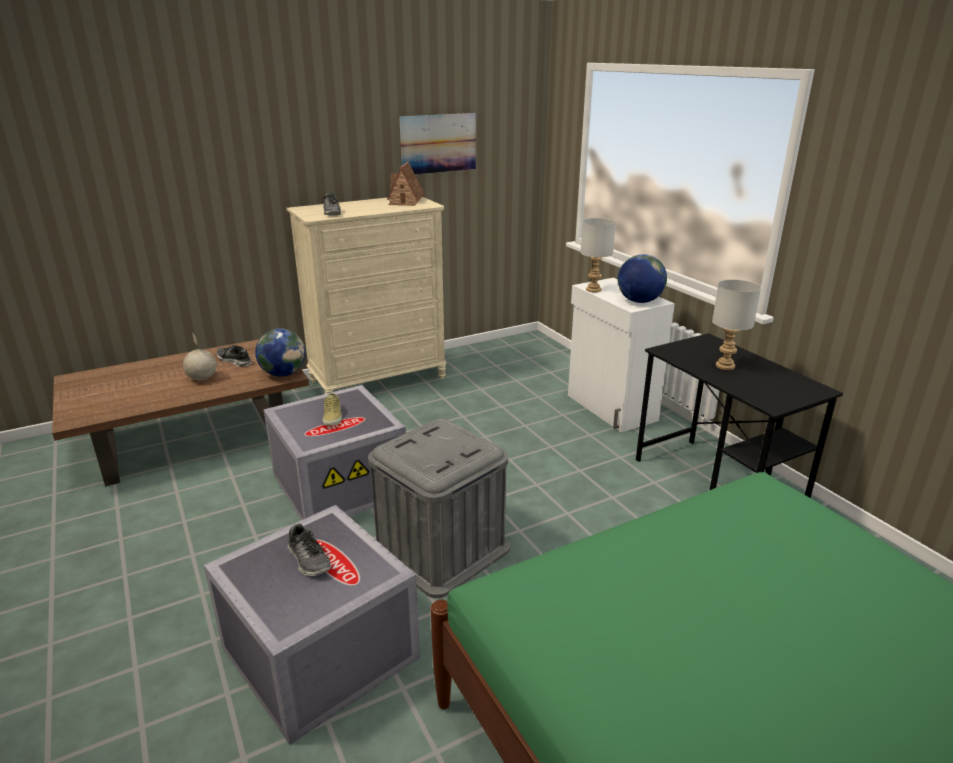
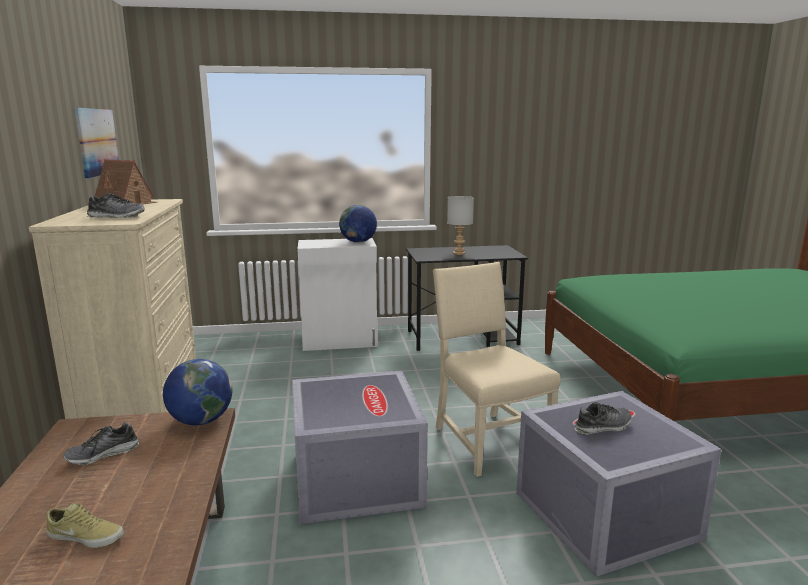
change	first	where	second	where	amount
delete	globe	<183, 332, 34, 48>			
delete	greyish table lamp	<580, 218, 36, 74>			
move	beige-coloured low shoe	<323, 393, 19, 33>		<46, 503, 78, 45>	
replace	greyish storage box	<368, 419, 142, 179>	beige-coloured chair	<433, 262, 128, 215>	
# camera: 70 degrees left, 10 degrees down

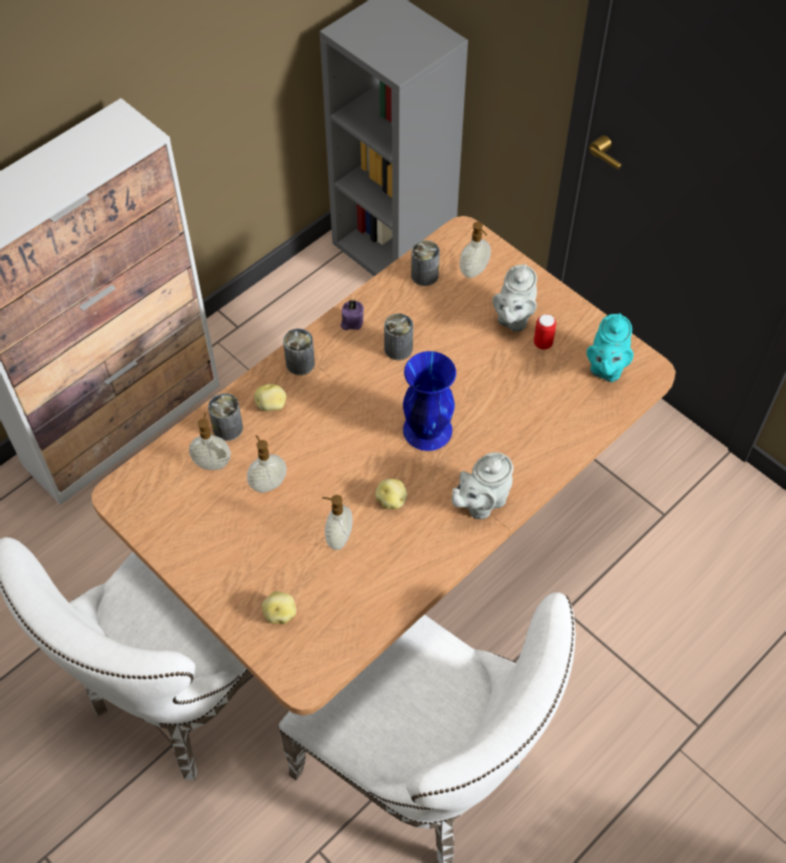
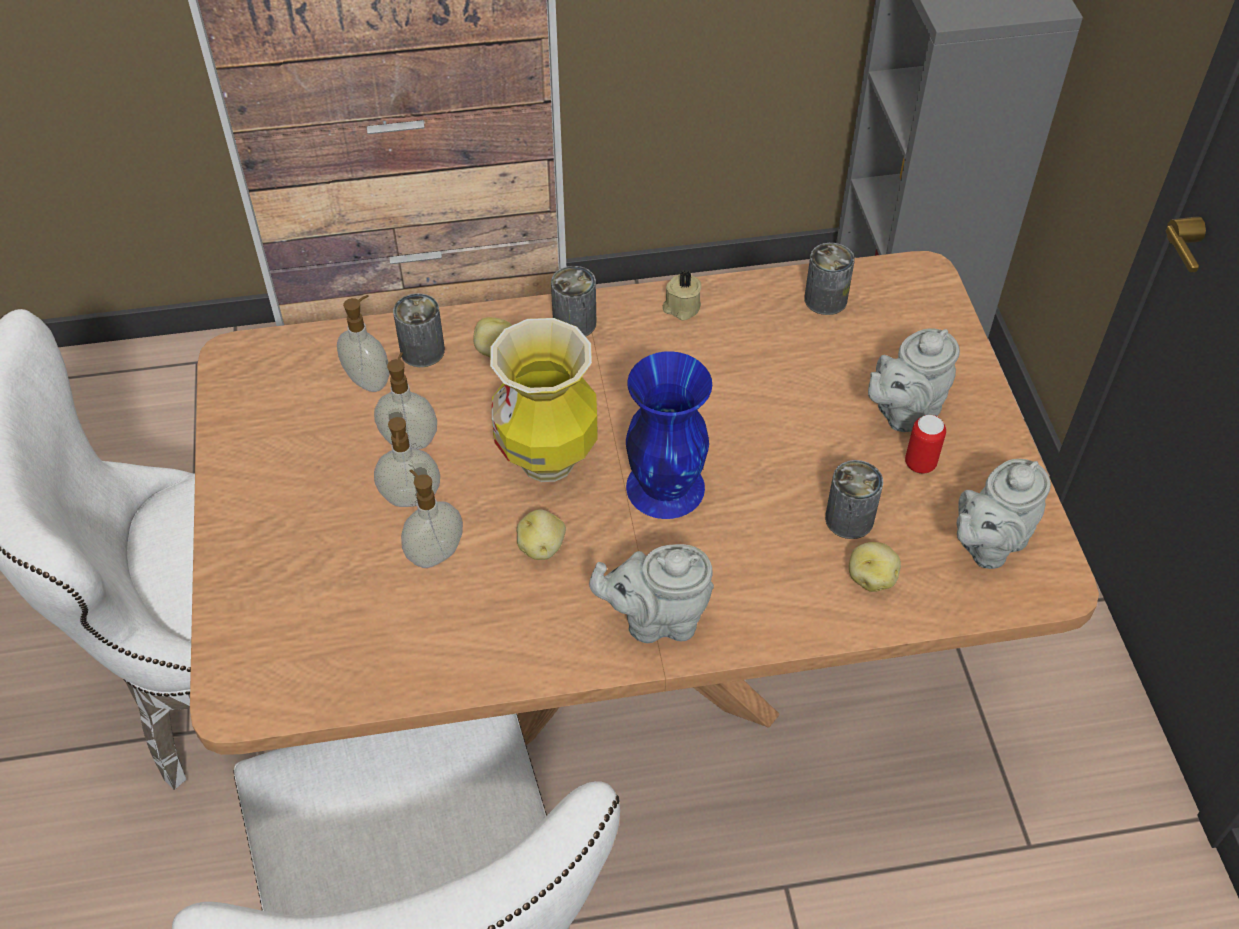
change	first	where	second	where	amount
insert			vase	<490, 318, 108, 164>	
move	spud	<262, 591, 34, 33>		<849, 542, 52, 50>	
move	sealed can	<384, 314, 29, 46>		<825, 460, 58, 79>	
move	liquid soap bottle	<459, 222, 32, 56>		<374, 417, 66, 90>	
recolor	purple-coloured wax light	<340, 300, 24, 30>	beige-coloured wax light	<663, 270, 39, 50>	
recolor	turquoise-coloured teapot	<587, 313, 47, 69>	greyish teapot	<957, 459, 94, 110>	
# camera: 35 degrees right, 5 degrees down

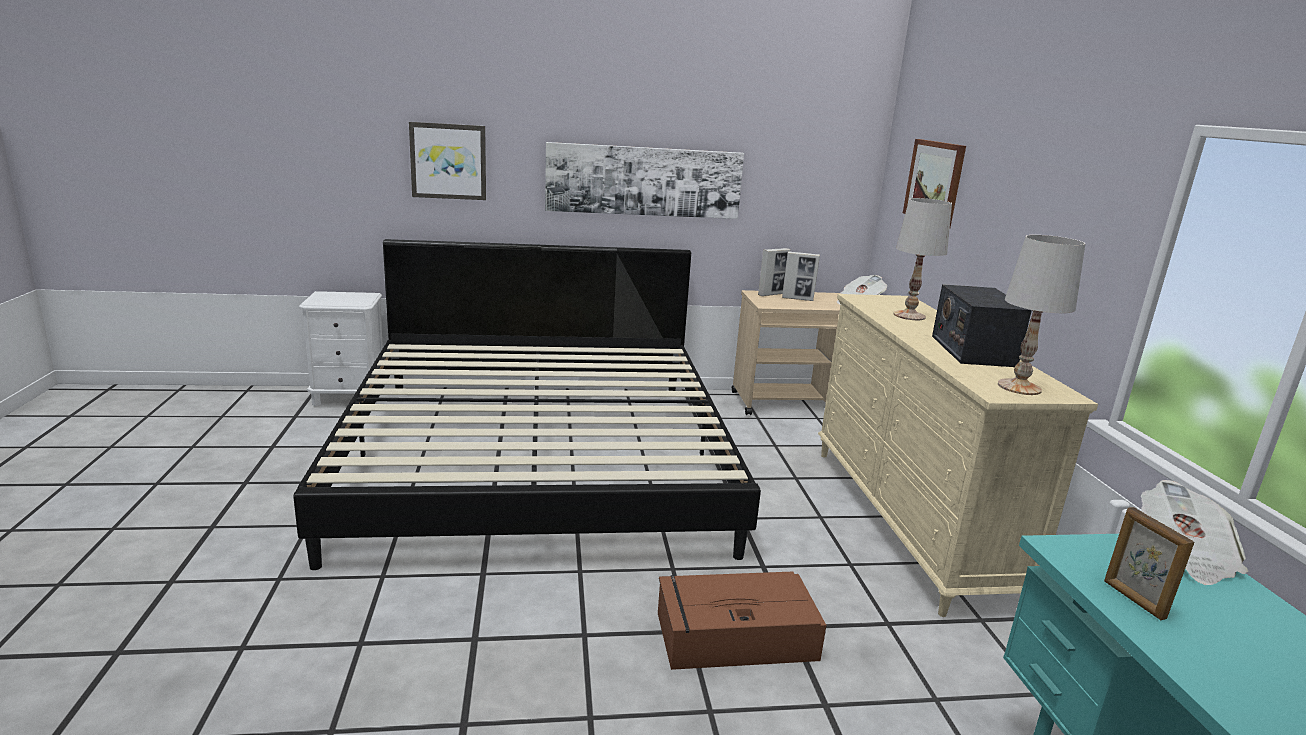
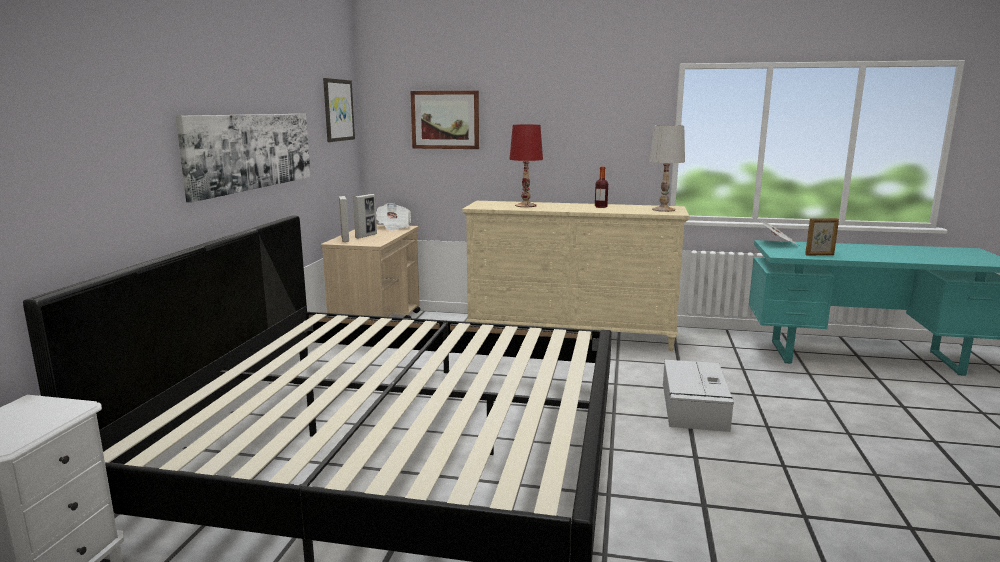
change	first	where	second	where	amount
move	wall picture	<409, 122, 77, 78>		<323, 78, 32, 64>	
replace	radio set	<932, 284, 100, 83>	drink bottle	<595, 167, 13, 41>	
recolor	brownish storage box	<658, 572, 169, 98>	greyish storage box	<663, 360, 71, 72>	
recolor	white table lamp	<894, 198, 58, 122>	red-coloured table lamp	<509, 125, 34, 82>	
# camera: 70 degrees left, 5 degrees down

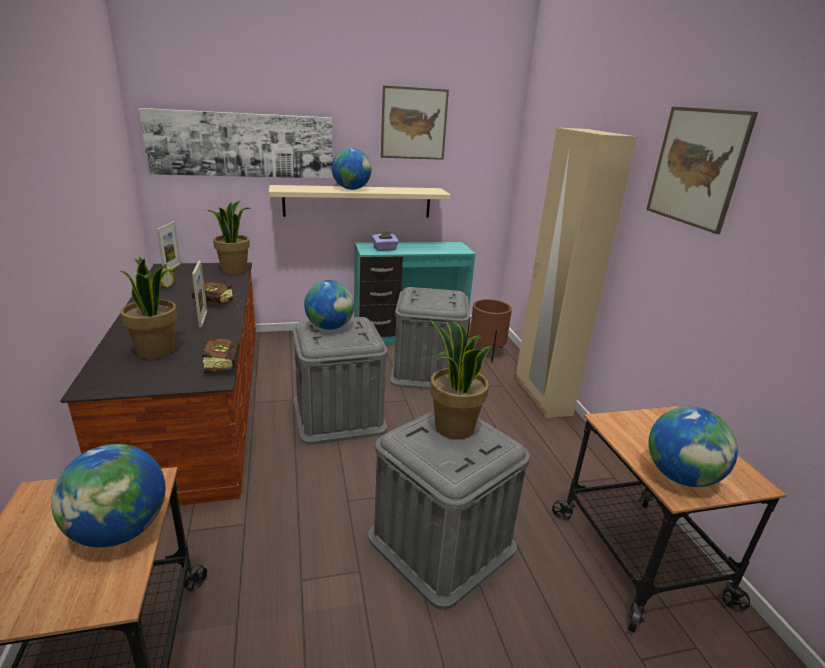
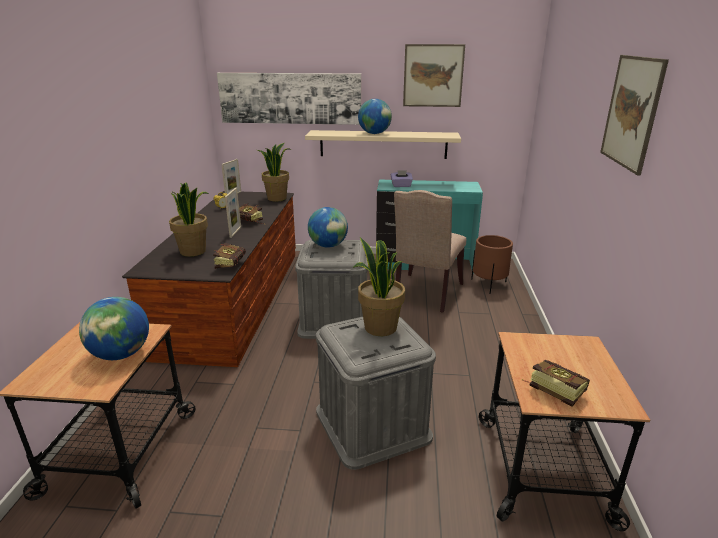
change	first	where	second	where	amount
delete	beige-coloured armoire	<516, 128, 121, 290>			
replace	greyish storage box	<390, 287, 80, 103>	beige-coloured chair	<394, 190, 72, 123>	
replace	globe	<649, 407, 89, 80>	bound book	<522, 360, 68, 47>	
# camera: 20 degrees right, 0 degrees up

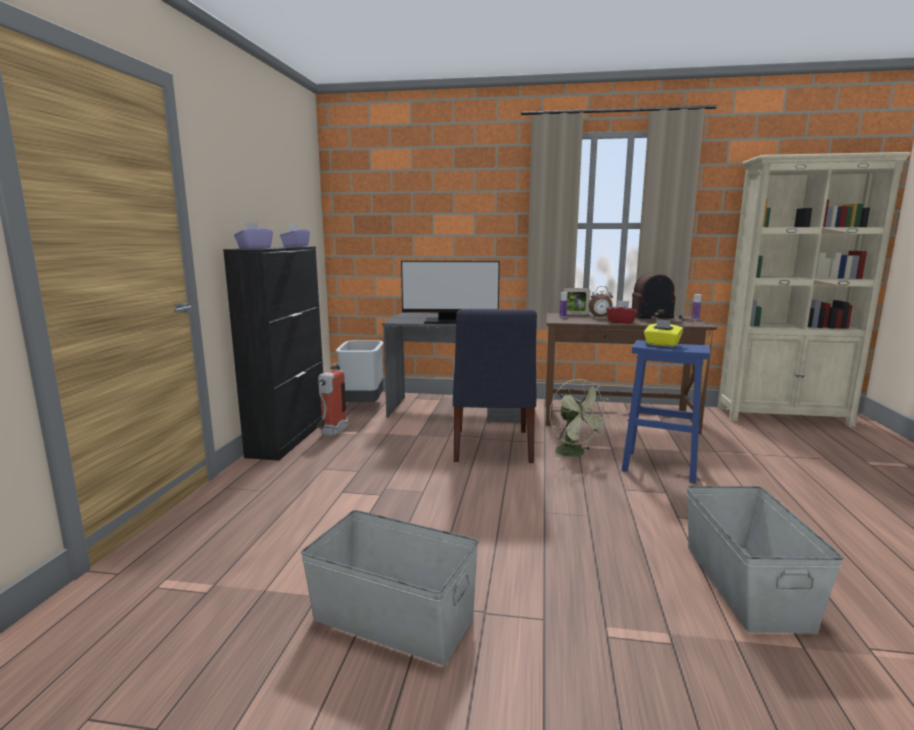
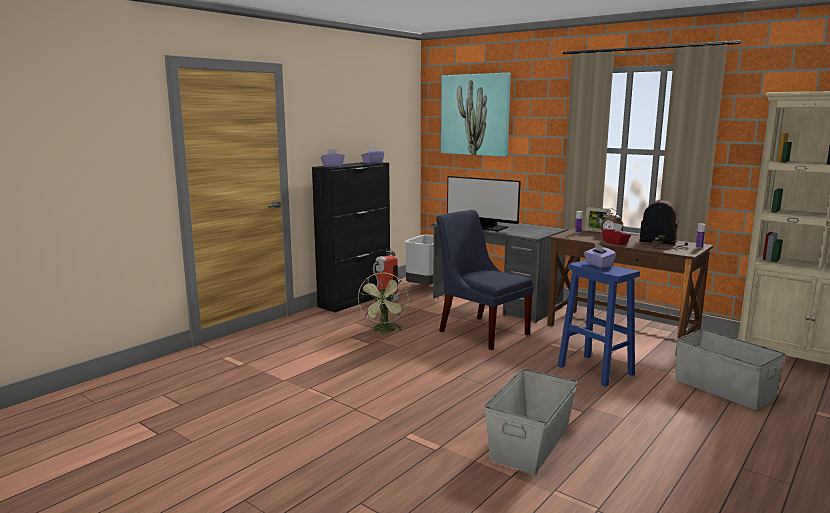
change	first	where	second	where	amount
insert			wall picture	<441, 73, 70, 84>	
move	greyish storage box	<301, 510, 178, 155>		<675, 329, 110, 81>	
move	green-coloured fan	<550, 379, 60, 81>		<358, 272, 51, 61>	
recolor	yellow tissue holder	<644, 319, 39, 28>	purple-coloured tissue holder	<584, 243, 32, 25>	
rotate	blue chair	<453, 309, 84, 154>		<436, 210, 98, 140>	105 degrees clockwise
# camera: 30 degrees right, 0 degrees up

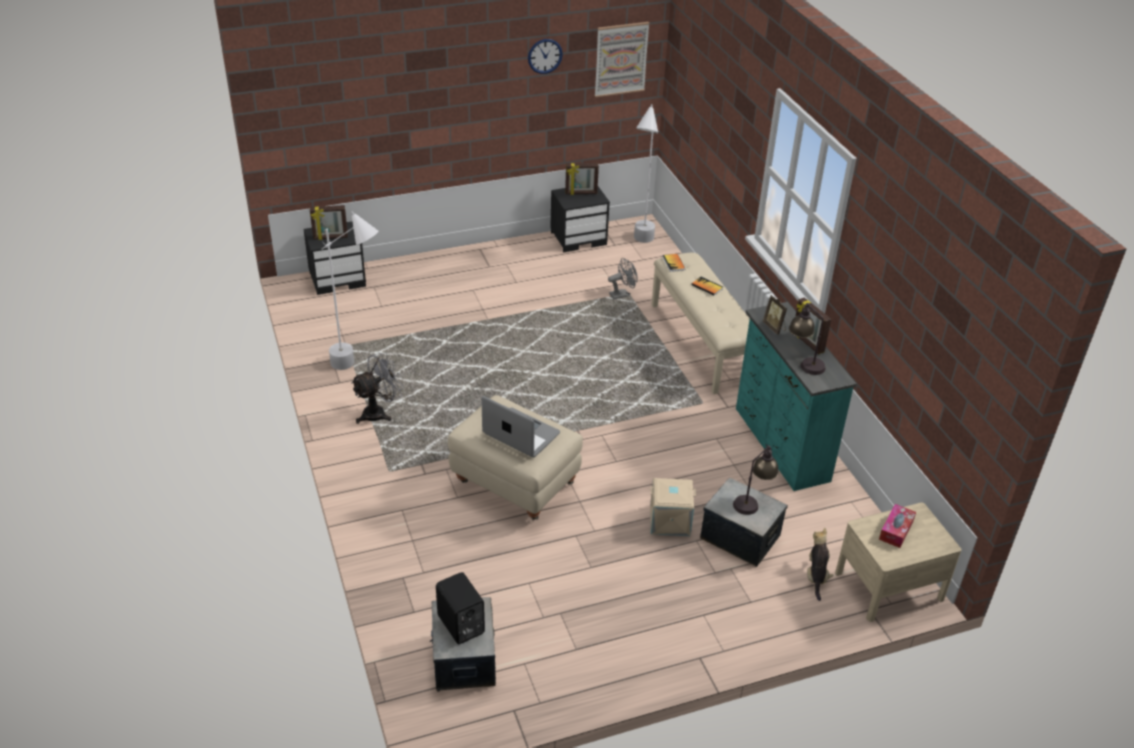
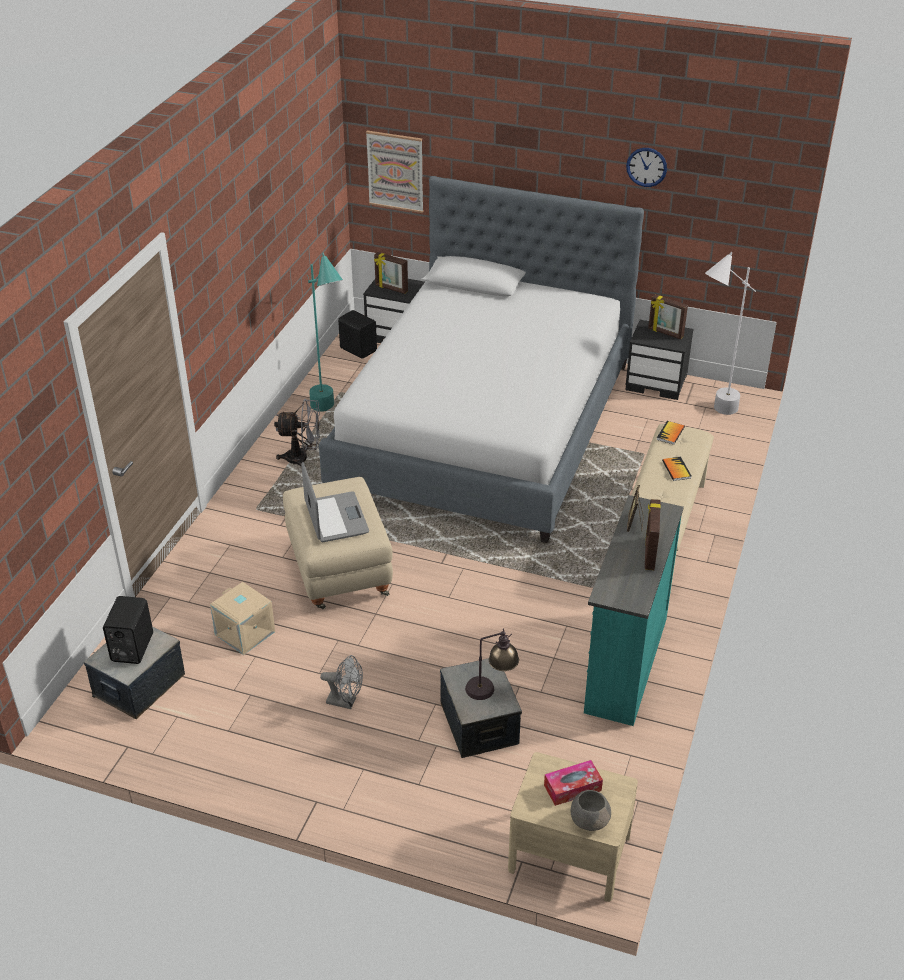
change	first	where	second	where	amount
delete	table lamp	<789, 303, 37, 72>			
delete	cuddly toy	<807, 528, 27, 73>			
insert			bed	<319, 176, 325, 367>	
insert			blackish speaker	<338, 310, 39, 49>	
insert			greyish serving bowl	<571, 790, 40, 41>	
move	wall picture	<595, 22, 55, 75>		<366, 131, 57, 82>	
move	greyish fan	<608, 258, 30, 41>		<320, 655, 43, 54>	
move	beige-coloured storage box	<650, 478, 46, 58>		<210, 582, 65, 73>	
recolor	white standard lamp	<322, 212, 57, 158>	turquoise-coloured standard lamp	<307, 253, 36, 159>	
# camera: 40 degrees right, 0 degrees up

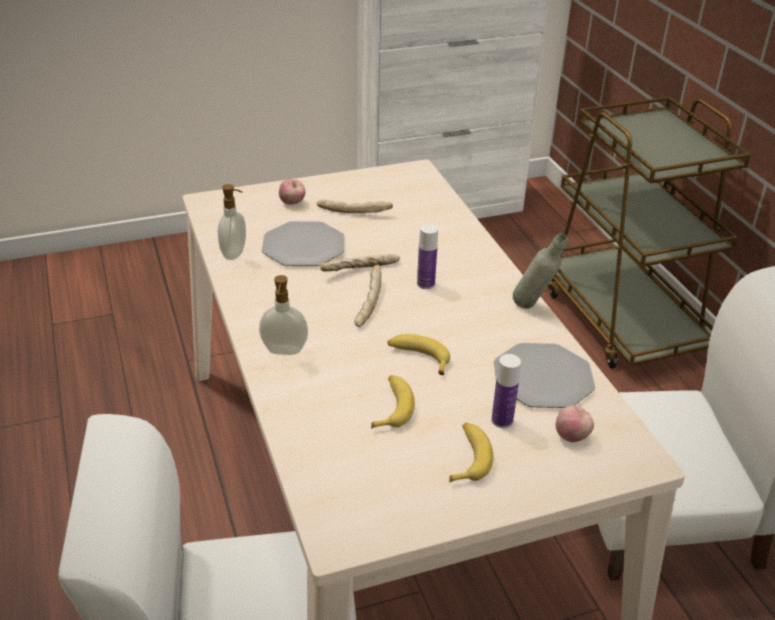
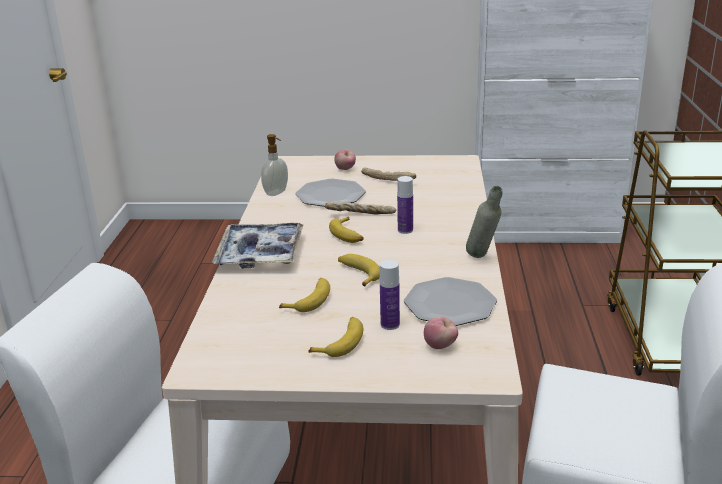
change	first	where	second	where	amount
replace	liquid soap bottle	<259, 275, 49, 80>	tray	<212, 223, 92, 46>	
replace	bakery bread	<354, 265, 28, 62>	banana fruit	<329, 217, 35, 26>	
# camera: 25 degrees right, 10 degrees down

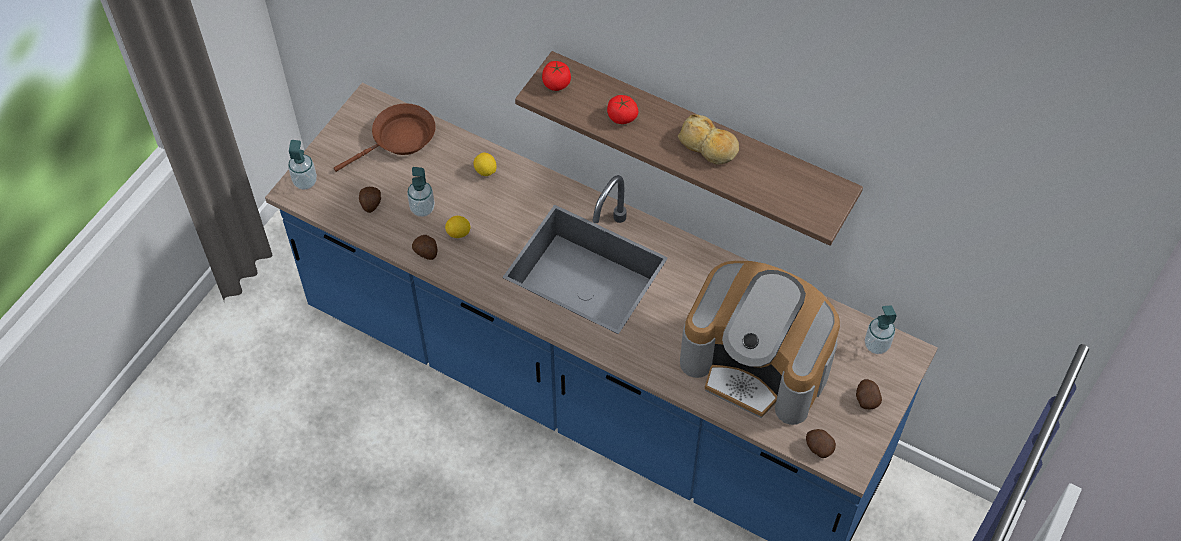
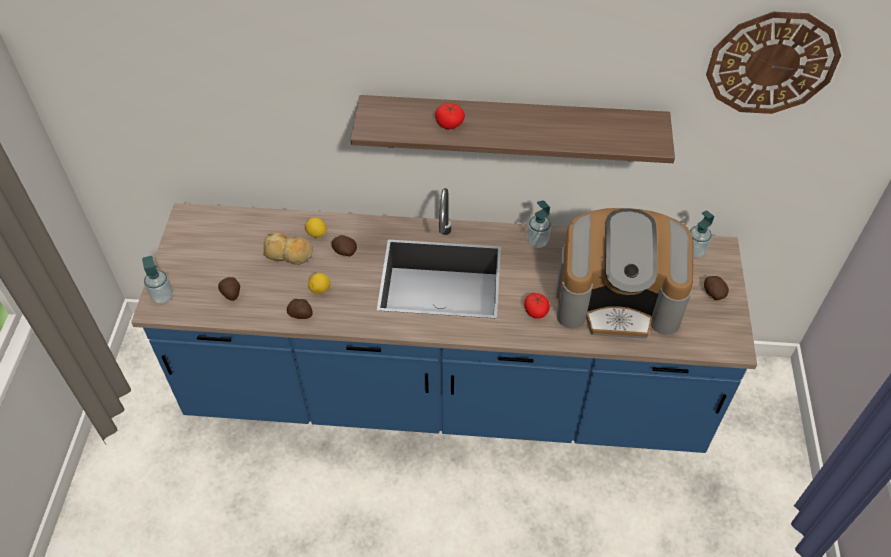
change	first	where	second	where	amount
delete	brownish pan	<334, 103, 101, 69>			
insert			hanging clock	<706, 12, 135, 102>	
move	liquid soap bottle	<407, 167, 28, 50>		<527, 200, 24, 48>	
move	fresh tomato	<542, 61, 29, 30>		<524, 293, 26, 26>	
move	bakery bread	<678, 114, 61, 51>		<263, 233, 50, 32>	
move	spud	<806, 429, 30, 29>		<332, 235, 25, 22>	
# camera: 25 degrees left, 5 degrees down

